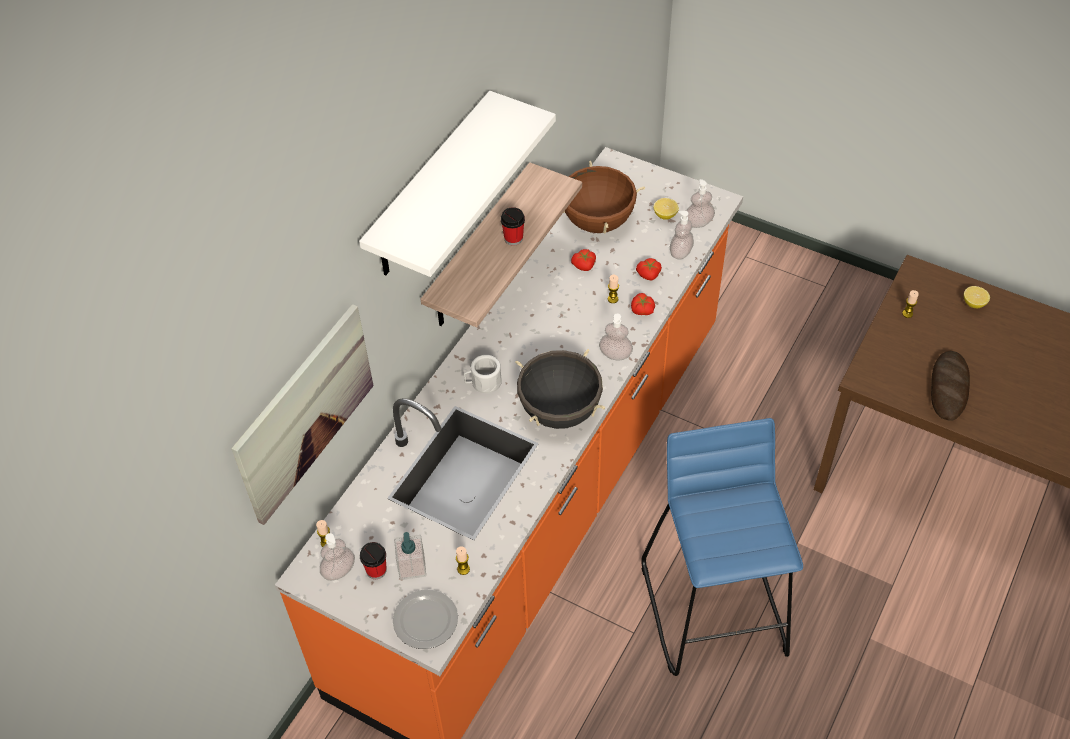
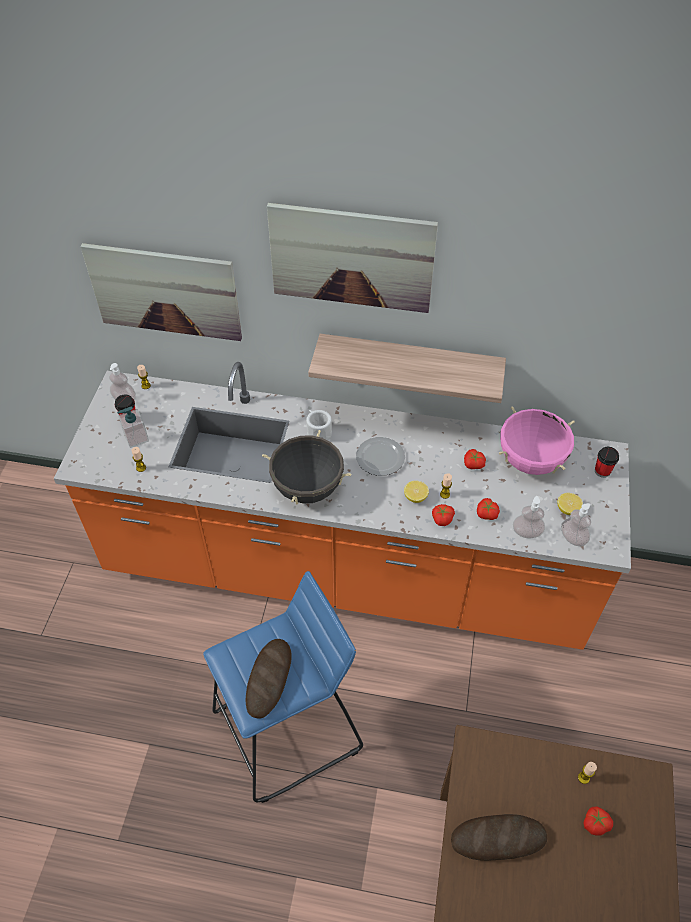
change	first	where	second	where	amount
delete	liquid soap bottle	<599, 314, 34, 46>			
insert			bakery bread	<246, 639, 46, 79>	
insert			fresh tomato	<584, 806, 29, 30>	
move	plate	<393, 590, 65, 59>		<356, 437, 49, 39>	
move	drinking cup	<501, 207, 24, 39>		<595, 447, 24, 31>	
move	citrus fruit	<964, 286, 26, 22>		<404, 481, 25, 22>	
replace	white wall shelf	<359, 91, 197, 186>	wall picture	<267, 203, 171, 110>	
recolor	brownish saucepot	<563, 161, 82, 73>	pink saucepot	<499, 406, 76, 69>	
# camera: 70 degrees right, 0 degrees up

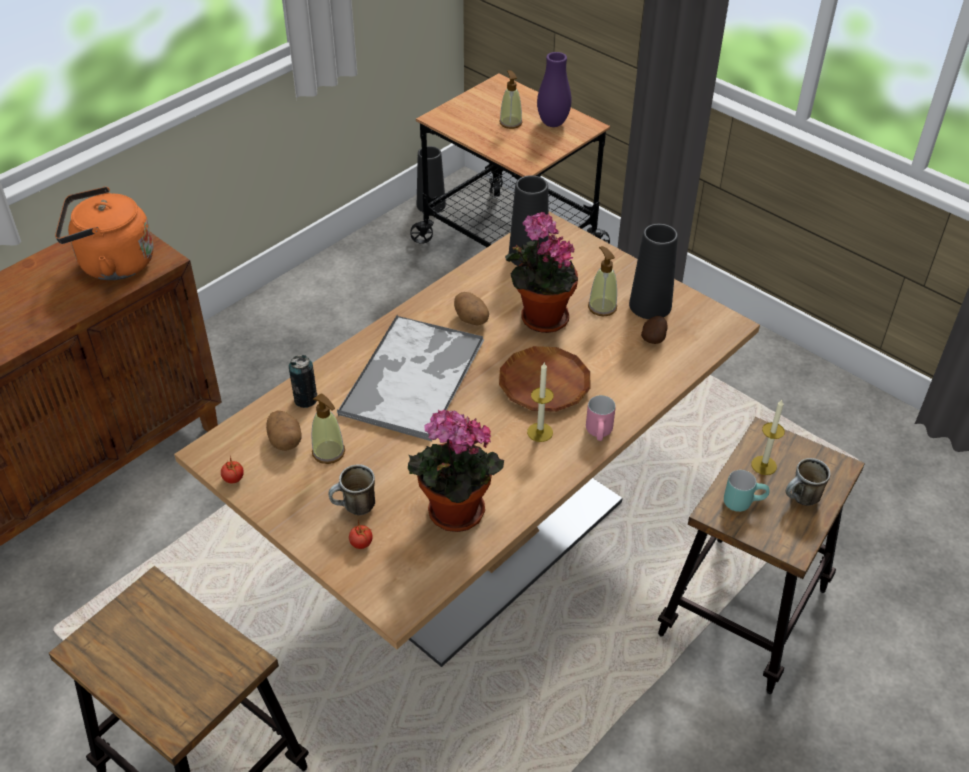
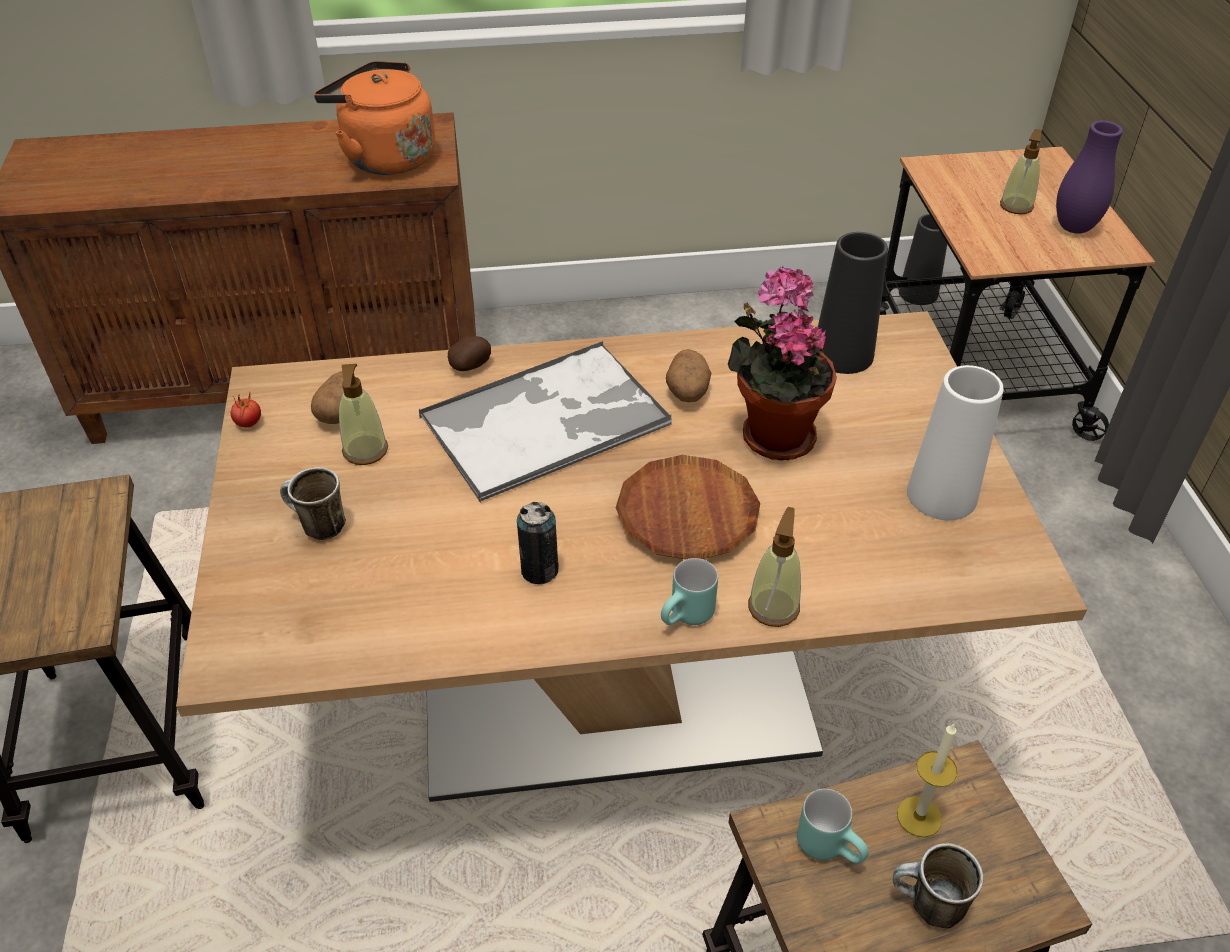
change	first	where	second	where	amount
delete	fresh tomato	<349, 520, 24, 29>			
delete	potted plant	<407, 410, 97, 122>			
delete	wax light	<527, 363, 27, 79>			
move	sealed can	<289, 355, 28, 53>		<517, 502, 42, 82>	
move	liquid soap bottle	<588, 246, 29, 70>		<748, 507, 53, 120>	
move	spud	<641, 316, 27, 28>		<448, 336, 43, 35>	
recolor	pink tea mug	<586, 395, 30, 46>	turquoise-coloured tea mug	<661, 558, 57, 67>	
recolor	blackish vase	<629, 224, 49, 95>	white vase	<907, 365, 97, 155>	
# camera: 40 degrees right, 0 degrees up

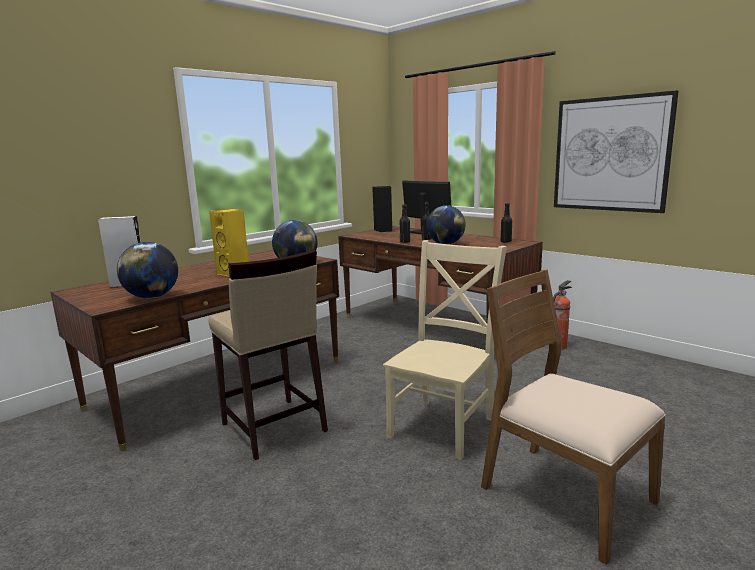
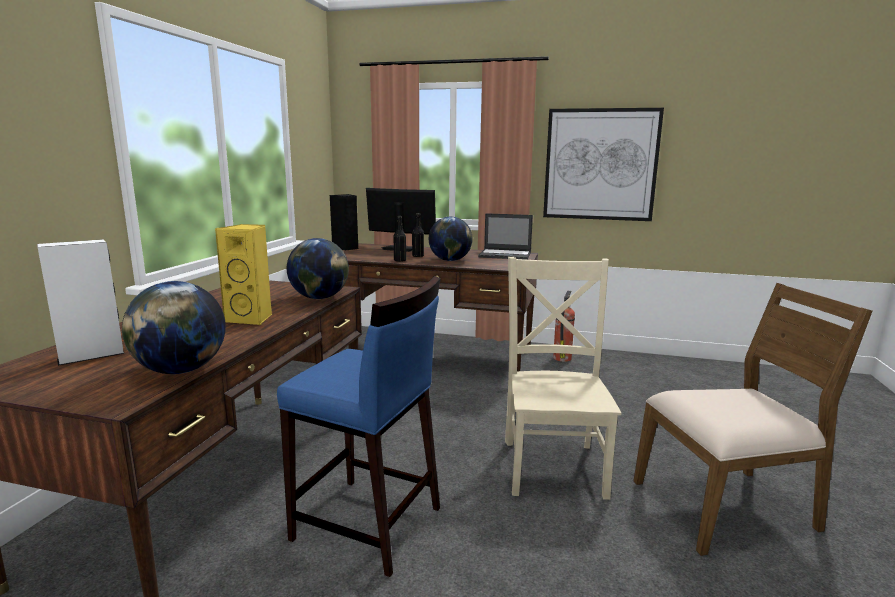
change	first	where	second	where	amount
replace	blackish drink bottle	<501, 203, 11, 40>	portable computer	<478, 213, 55, 47>	
recolor	beige-coloured stool seat	<209, 250, 119, 210>	blue stool seat	<277, 276, 164, 301>	
rotate	brownish chair	<481, 269, 185, 296>		<633, 283, 239, 273>	150 degrees clockwise
# camera: 30 degrees left, 0 degrees up

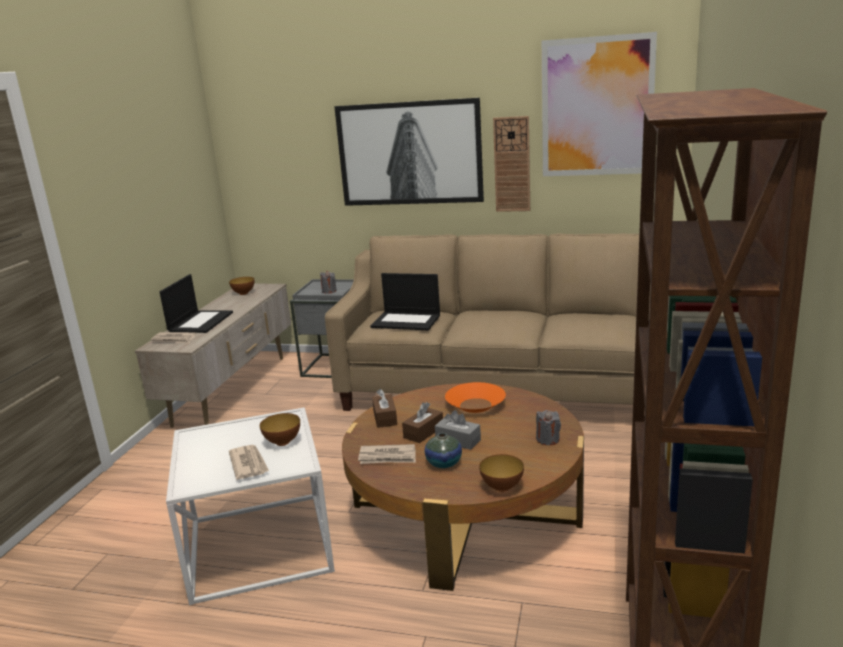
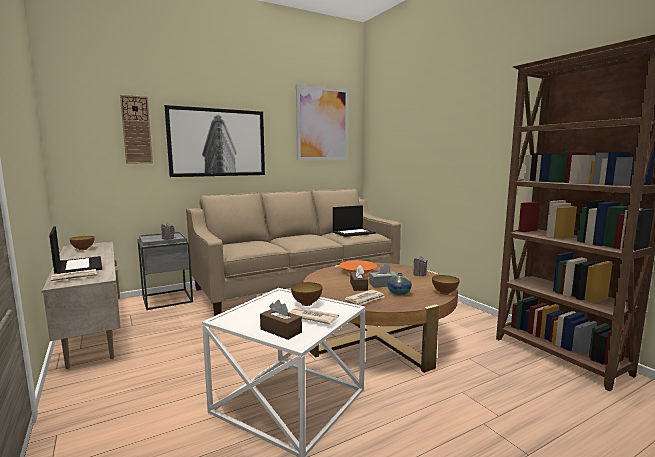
change	first	where	second	where	amount
move	portable computer	<370, 273, 70, 57>		<333, 205, 43, 32>	
move	brownish tissue holder	<372, 389, 25, 39>		<260, 300, 42, 40>	
move	hanging clock	<493, 116, 37, 96>		<120, 95, 33, 69>	
# camera: 45 degrees left, 10 degrees down

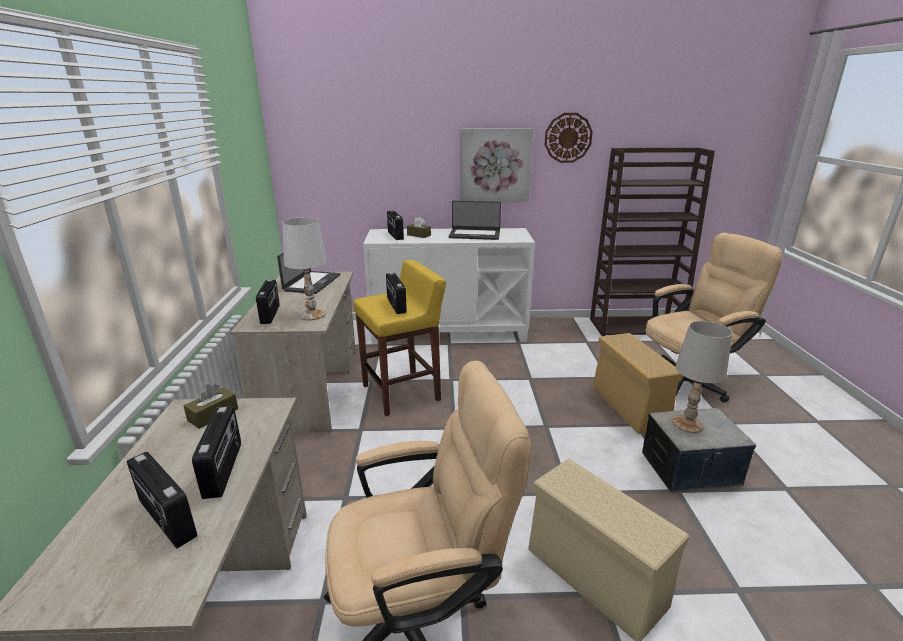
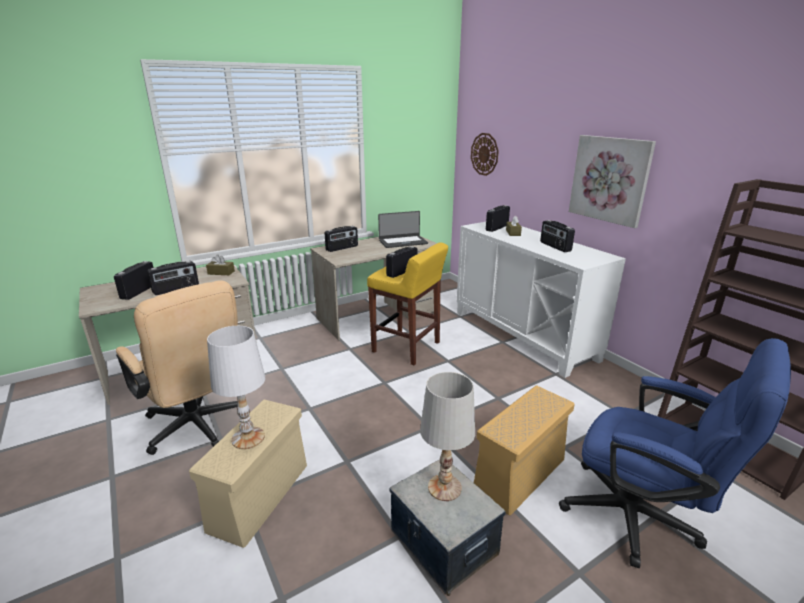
change	first	where	second	where	amount
move	white table lamp	<282, 217, 45, 103>		<207, 326, 58, 123>	
move	hanging clock	<545, 113, 48, 50>		<471, 133, 28, 43>	
replace	portable computer	<448, 201, 53, 39>	radio set	<540, 220, 35, 32>	
recolor	beige-coloured computer chair	<645, 233, 137, 169>	blue computer chair	<559, 338, 232, 230>	
# camera: 60 degrees right, 0 degrees up

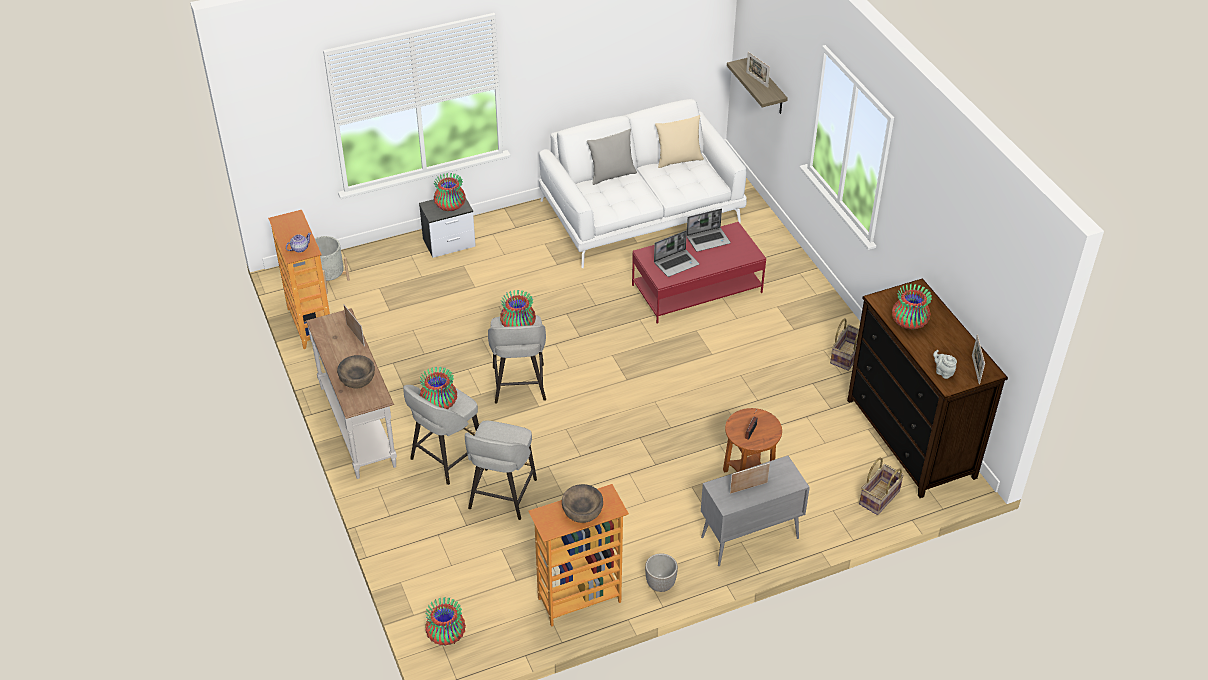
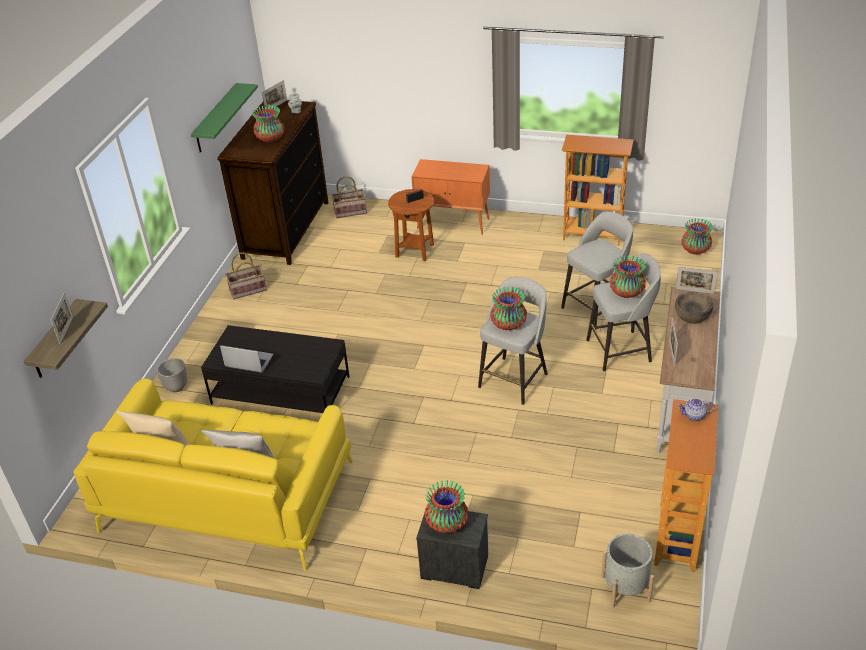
change	first	where	second	where	amount
delete	brownish serving bowl	<562, 484, 41, 39>			
delete	portable computer	<654, 231, 46, 46>			
insert			green-coloured wall shelf	<191, 83, 67, 69>	
move	planter	<645, 553, 33, 39>		<157, 358, 30, 34>	
move	picture frame	<730, 463, 40, 31>		<675, 266, 43, 28>	
recolor	white settee	<539, 99, 208, 169>	yellow settee	<73, 378, 279, 193>	
recolor	red-coloured lounge table	<632, 222, 134, 102>	blackish lounge table	<201, 325, 148, 88>	
recolor	greyish storage cabinet	<701, 456, 109, 110>	orangey storage cabinet	<411, 159, 79, 76>	
# camera: 140 degrees left, 5 degrees down

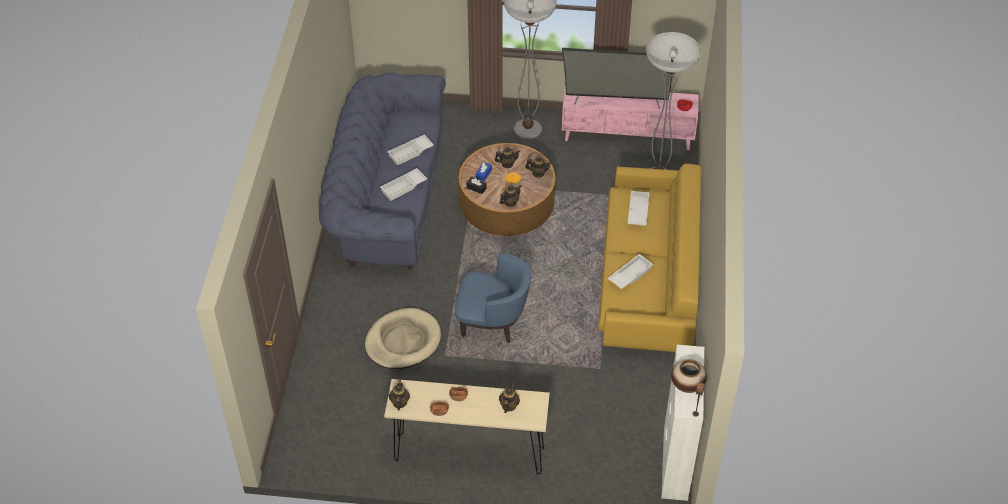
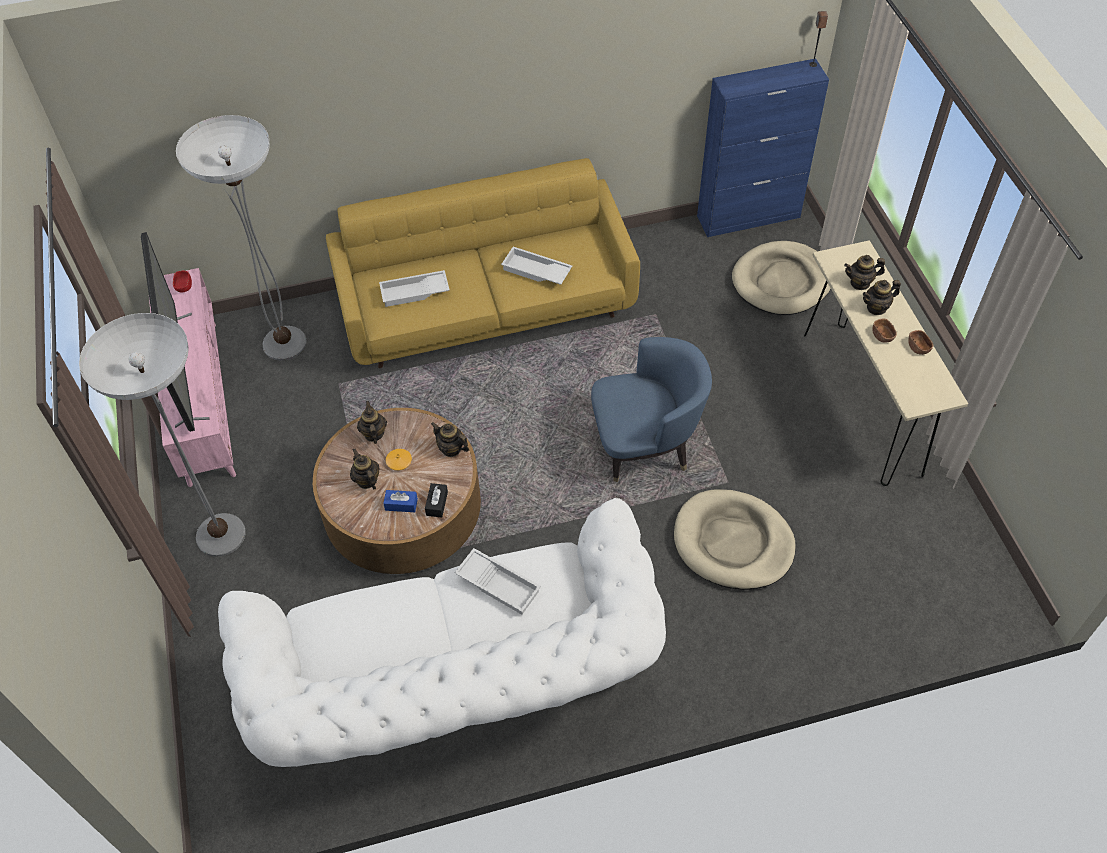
change	first	where	second	where	amount
delete	white tray	<387, 134, 47, 31>			
delete	vase	<671, 359, 36, 34>			
insert			beige-coloured dog bed	<732, 241, 99, 74>	
move	teapot	<389, 379, 21, 31>		<863, 280, 38, 35>	
recolor	blue settee	<319, 73, 127, 196>	white settee	<218, 498, 448, 269>	
recolor	white storage cabinet	<661, 345, 43, 156>	blue storage cabinet	<697, 58, 132, 179>	
rotate	blue armchair	<455, 253, 76, 94>		<591, 337, 121, 145>	90 degrees clockwise
# camera: 110 degrees left, 5 degrees up

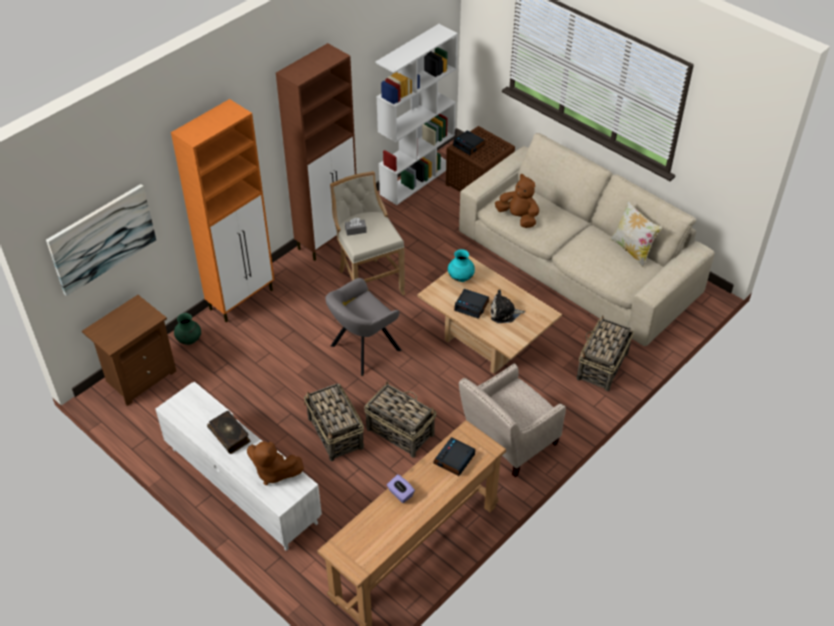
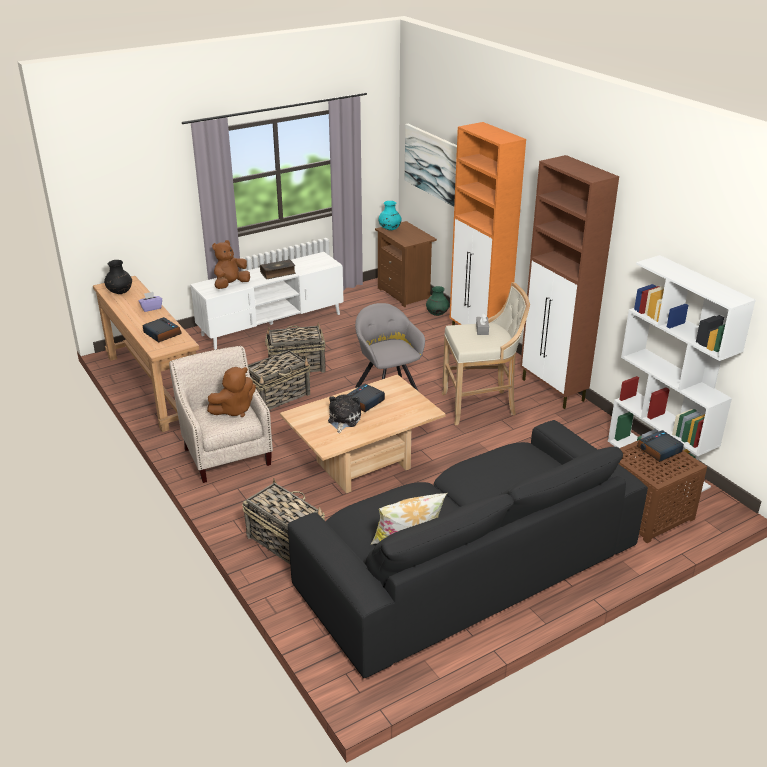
change	first	where	second	where	amount
insert			blackish vase	<104, 260, 28, 34>	
move	turquoise-coloured vase	<448, 249, 27, 33>		<378, 201, 24, 29>	
move	brownish cuddly toy	<495, 174, 44, 54>		<207, 367, 49, 50>	
recolor	beige-coloured settee	<459, 133, 256, 213>	blackish settee	<288, 420, 360, 258>	
# camera: 105 degrees right, 15 degrees down

